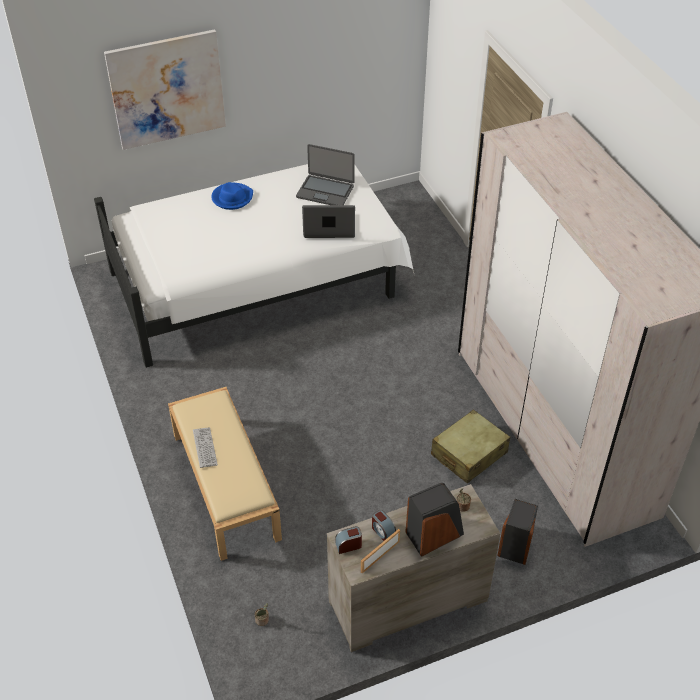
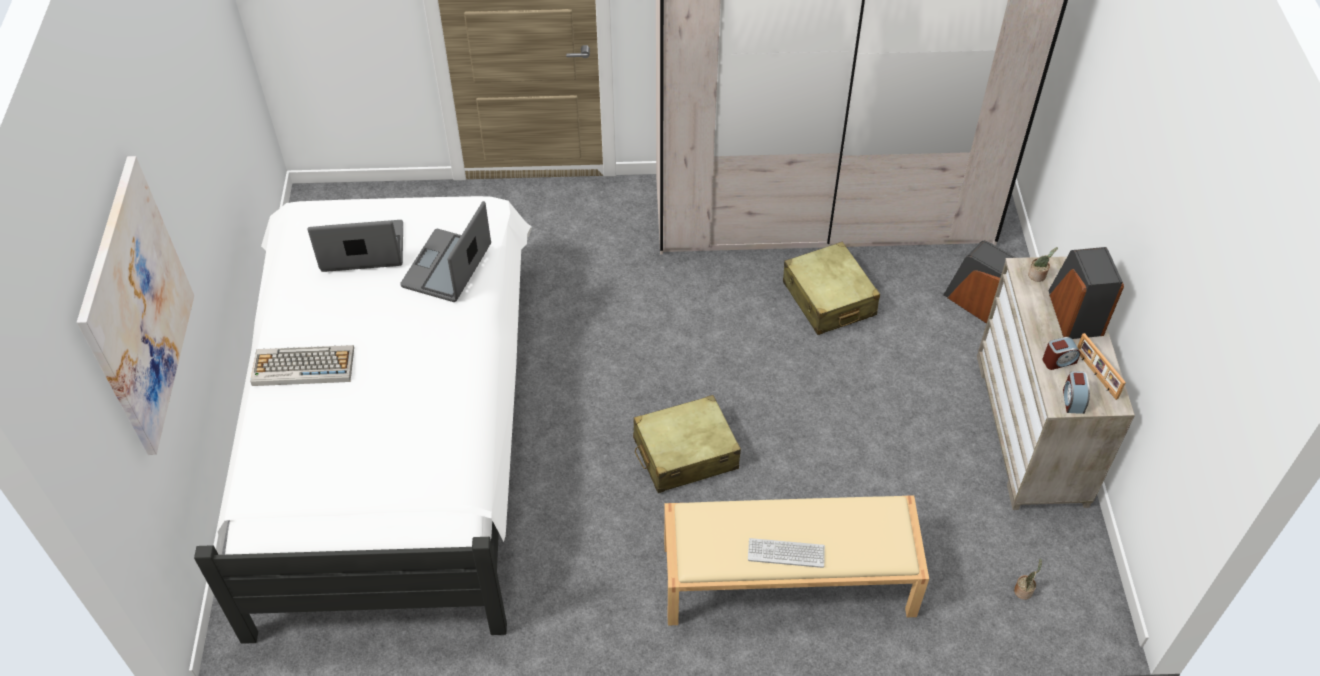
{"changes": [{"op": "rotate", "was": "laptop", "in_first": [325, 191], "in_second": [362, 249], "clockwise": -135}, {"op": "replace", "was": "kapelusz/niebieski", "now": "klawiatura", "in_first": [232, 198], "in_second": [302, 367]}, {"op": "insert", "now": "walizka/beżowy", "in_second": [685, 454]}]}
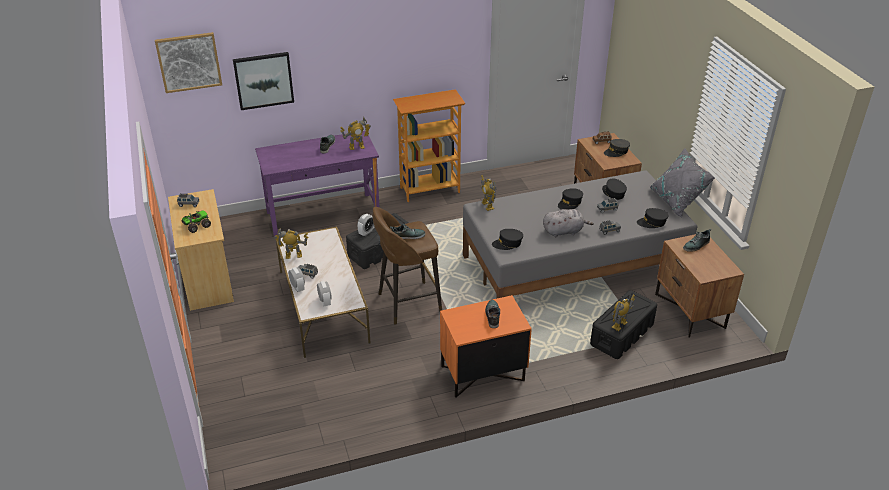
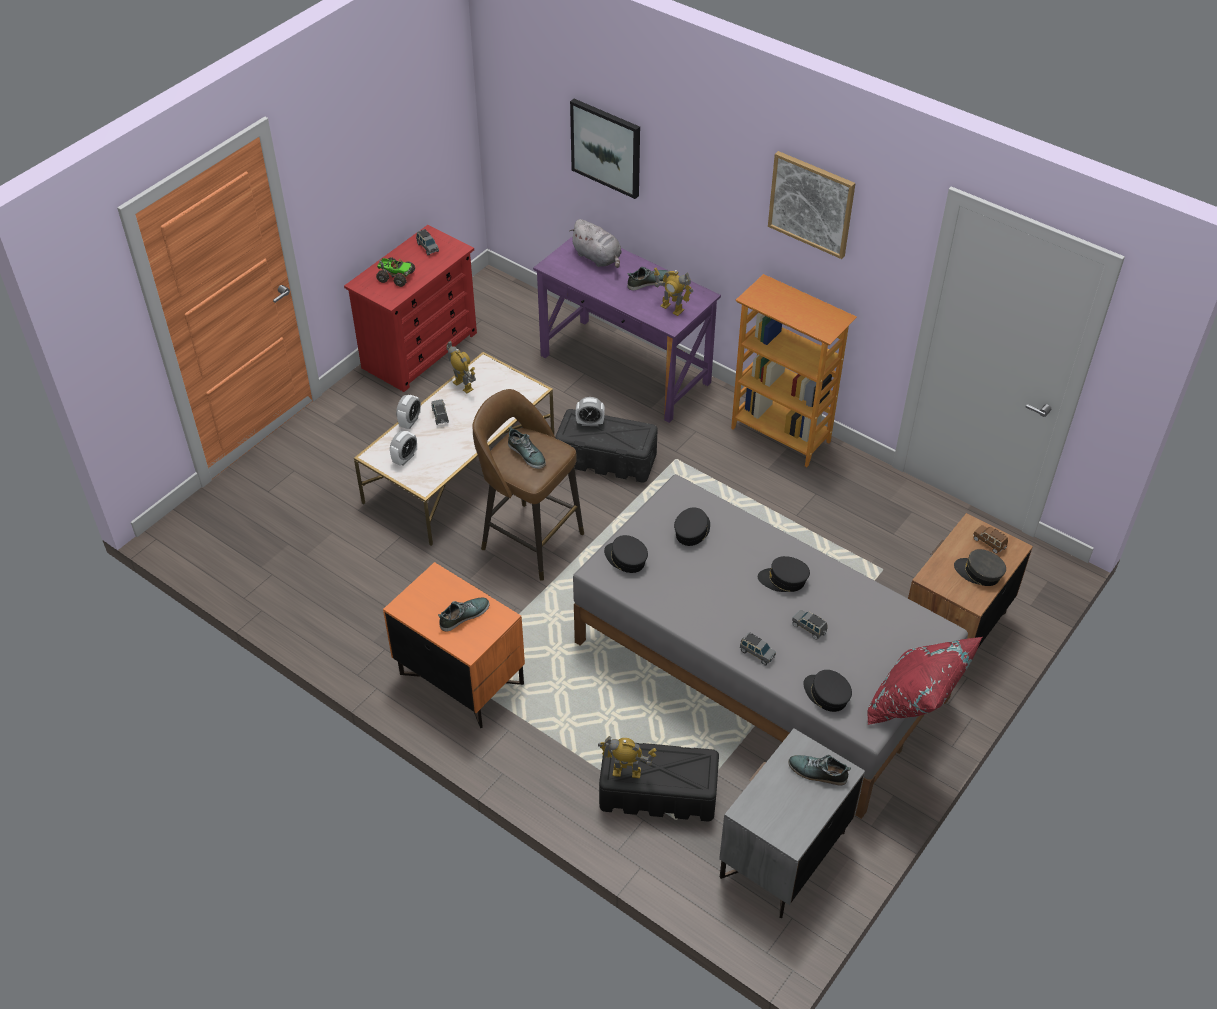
{"changes": [{"op": "move", "was": "obraz", "in_first": [189, 62], "in_second": [811, 204]}, {"op": "recolor", "was": "poduszka/szary", "now": "poduszka/czerwony", "in_first": [677, 201], "in_second": [915, 703]}, {"op": "delete", "was": "robot zabawkowy", "in_first": [487, 205]}, {"op": "move", "was": "czapka z daszkiem/czarny", "in_first": [613, 193], "in_second": [692, 531]}, {"op": "recolor", "was": "komoda/beżowy", "now": "komoda/czerwony", "in_first": [207, 280], "in_second": [420, 350]}, {"op": "move", "was": "pluszak/szary", "in_first": [564, 231], "in_second": [598, 258]}, {"op": "recolor", "was": "szafka nocna/brązowy", "now": "szafka nocna/szary", "in_first": [691, 311], "in_second": [783, 856]}]}
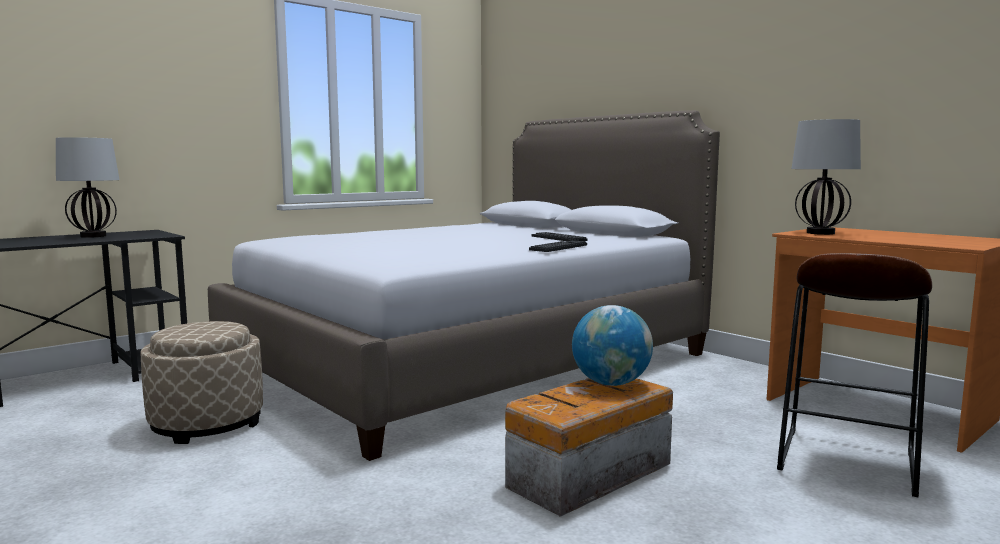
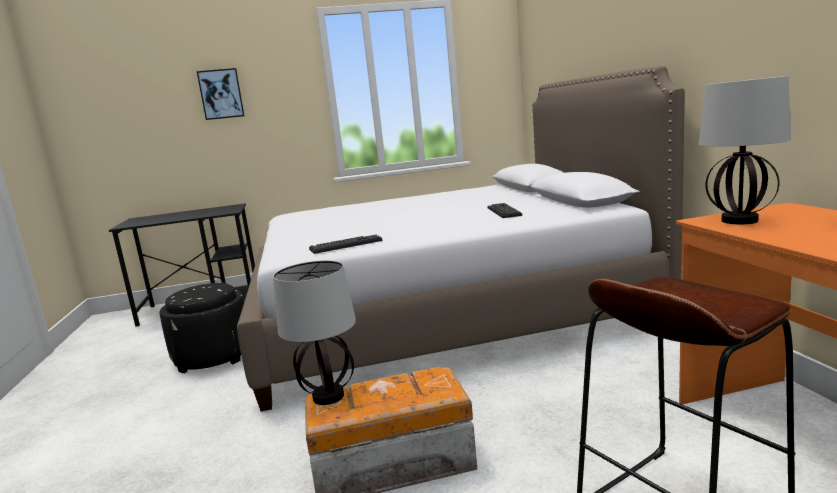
{"changes": [{"op": "move", "was": "lampa stołowa", "in_first": [93, 236], "in_second": [329, 396]}, {"op": "move", "was": "klawiatura", "in_first": [558, 247], "in_second": [346, 245]}, {"op": "delete", "was": "globus", "in_first": [611, 383]}, {"op": "recolor", "was": "pufa/beżowy", "now": "pufa/czarny", "in_first": [207, 423], "in_second": [213, 356]}, {"op": "insert", "now": "obraz", "in_second": [221, 94]}]}
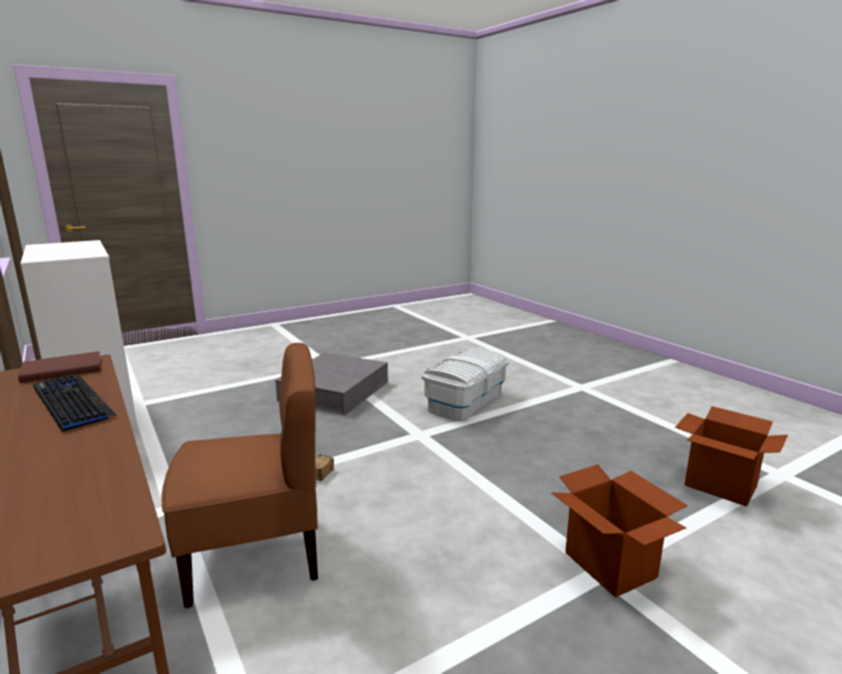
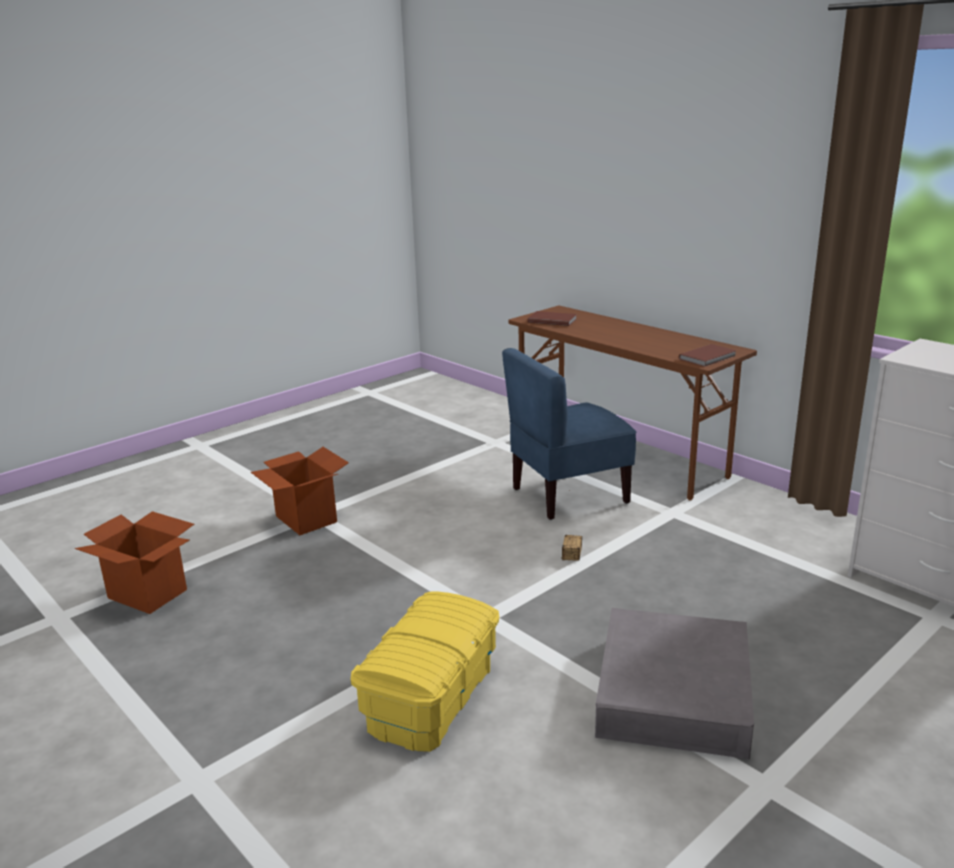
{"changes": [{"op": "recolor", "was": "krzesło/brązowy", "now": "krzesło/niebieski", "in_first": [256, 554], "in_second": [568, 495]}, {"op": "recolor", "was": "pojemnik do przechowywania/biały", "now": "pojemnik do przechowywania/żółty", "in_first": [465, 401], "in_second": [432, 697]}, {"op": "delete", "was": "klawiatura", "in_first": [72, 402]}, {"op": "insert", "now": "książka/brązowy", "in_second": [552, 320]}]}
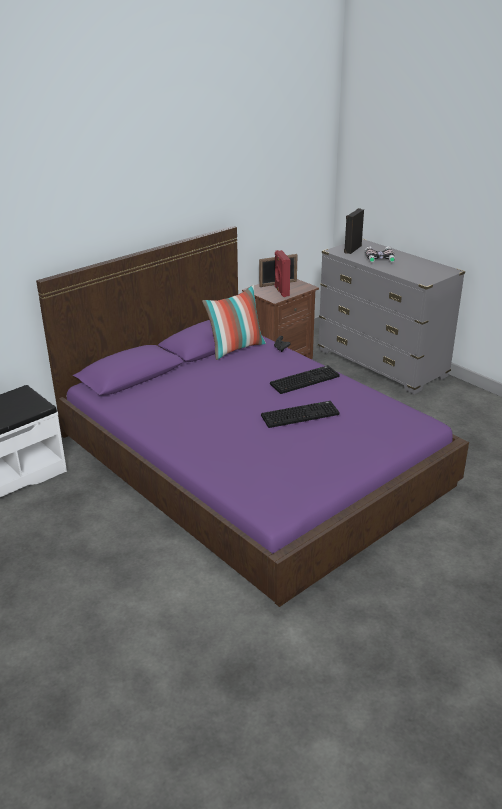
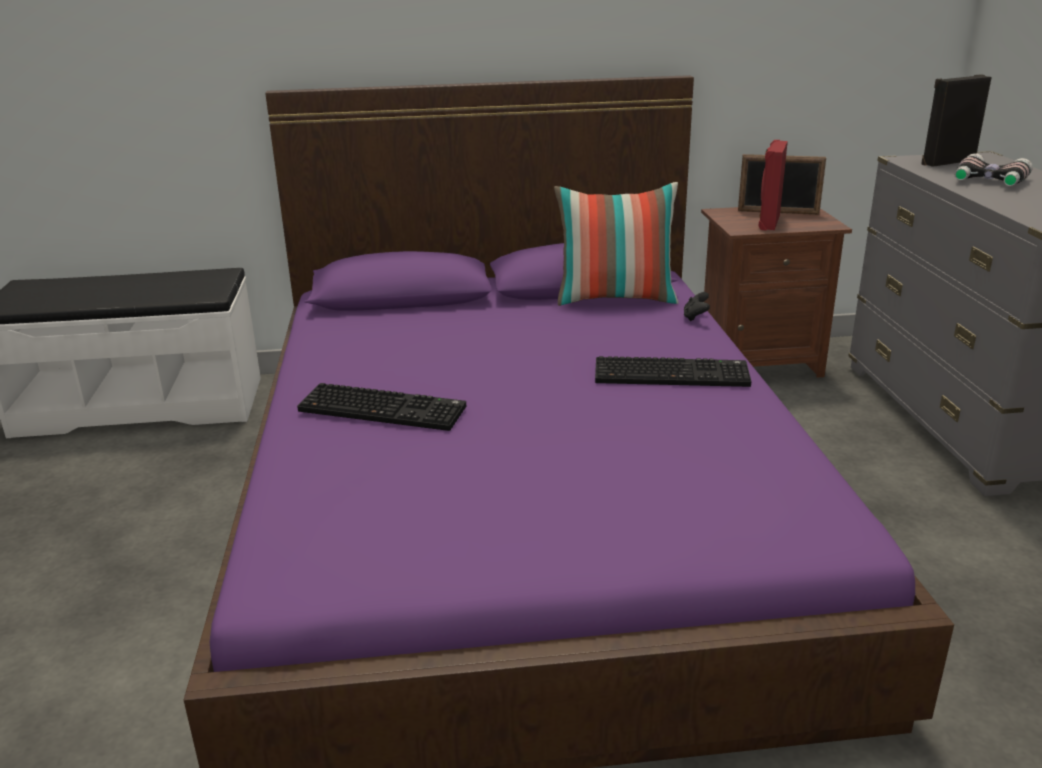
{"changes": [{"op": "move", "was": "klawiatura", "in_first": [300, 414], "in_second": [385, 408]}]}
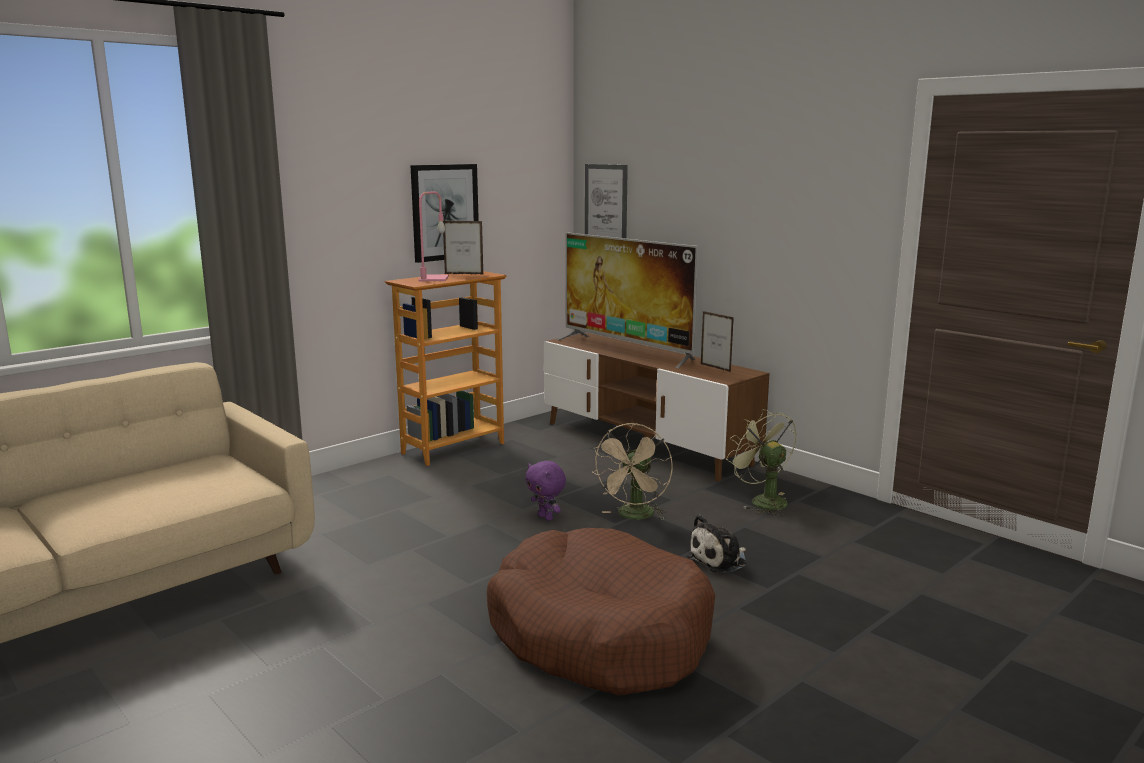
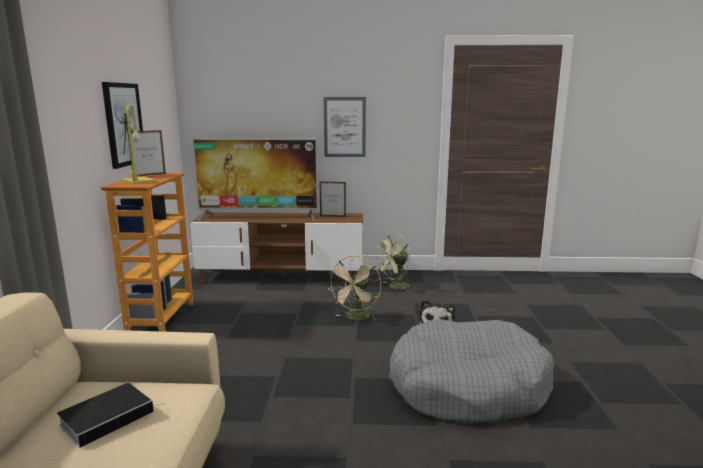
{"changes": [{"op": "move", "was": "obraz", "in_first": [606, 205], "in_second": [344, 127]}, {"op": "recolor", "was": "lampa stołowa/różowy", "now": "lampa stołowa/żółty", "in_first": [434, 279], "in_second": [139, 180]}, {"op": "rotate", "was": "wentylator/zielony", "in_first": [762, 501], "in_second": [395, 287], "clockwise": -45}, {"op": "rotate", "was": "wentylator/beżowy", "in_first": [634, 516], "in_second": [356, 318], "clockwise": 45}, {"op": "delete", "was": "pluszak/fioletowy", "in_first": [546, 517]}, {"op": "recolor", "was": "legowisko/brązowy", "now": "legowisko/szary", "in_first": [599, 634], "in_second": [467, 387]}, {"op": "insert", "now": "książka", "in_second": [109, 416]}]}
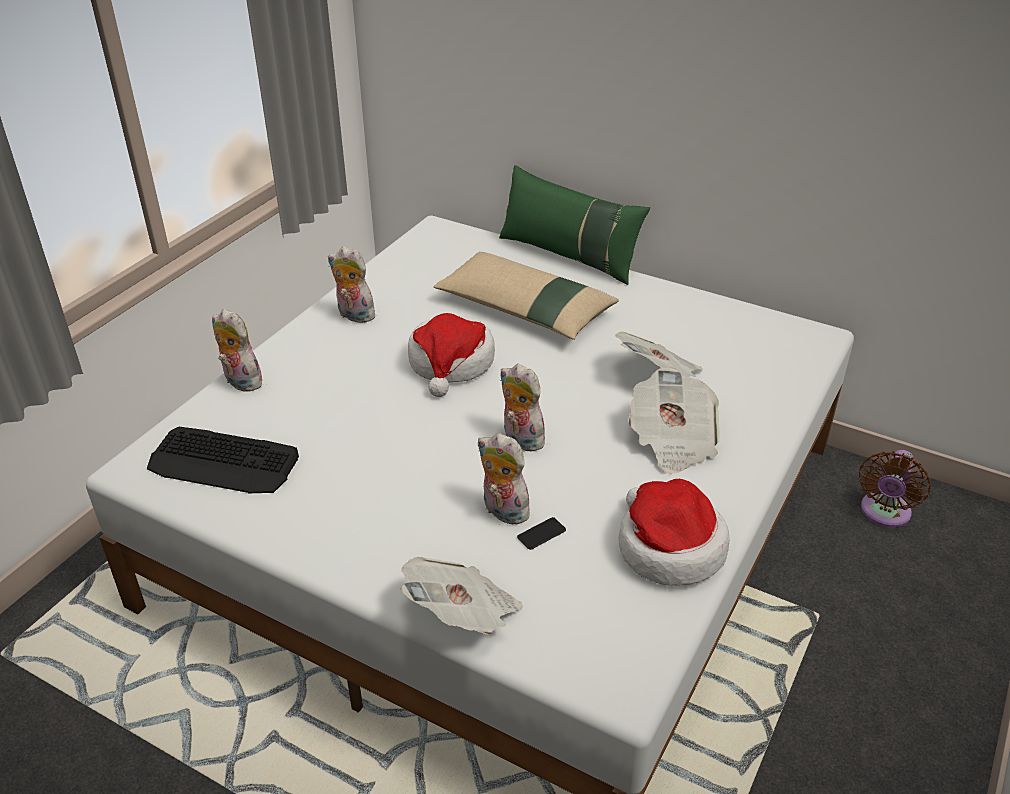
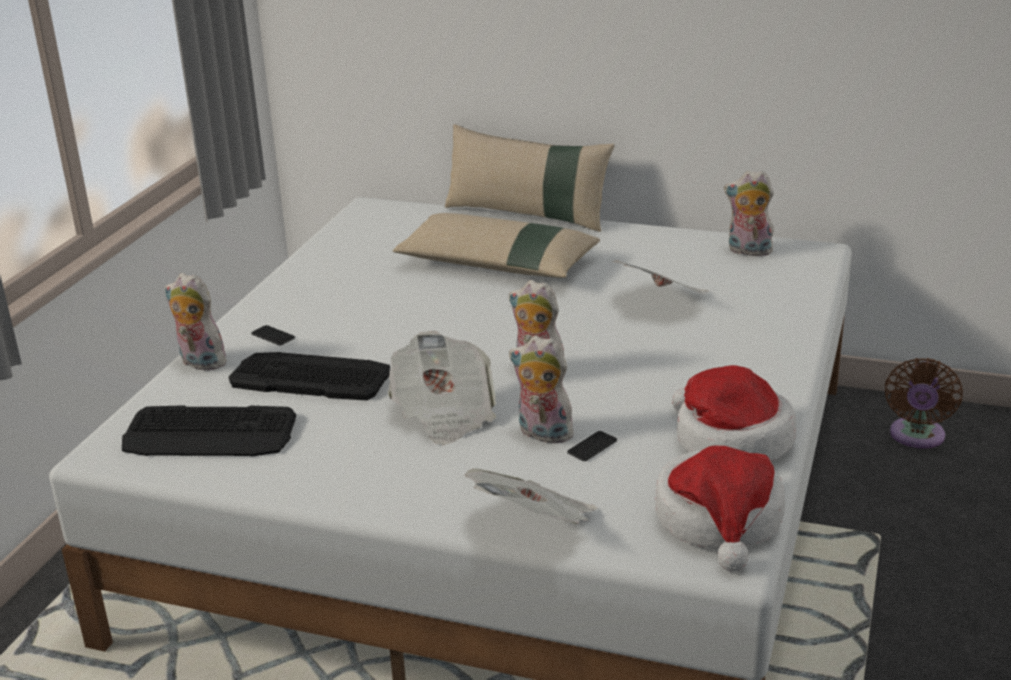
{"changes": [{"op": "recolor", "was": "poduszka/zielony", "now": "poduszka/beżowy", "in_first": [569, 256], "in_second": [528, 215]}, {"op": "move", "was": "pluszak", "in_first": [353, 315], "in_second": [748, 251]}, {"op": "move", "was": "kapelusz", "in_first": [451, 363], "in_second": [720, 520]}, {"op": "move", "was": "gazeta", "in_first": [672, 441], "in_second": [444, 414]}, {"op": "insert", "now": "telefon", "in_second": [273, 336]}, {"op": "insert", "now": "klawiatura", "in_second": [310, 377]}]}
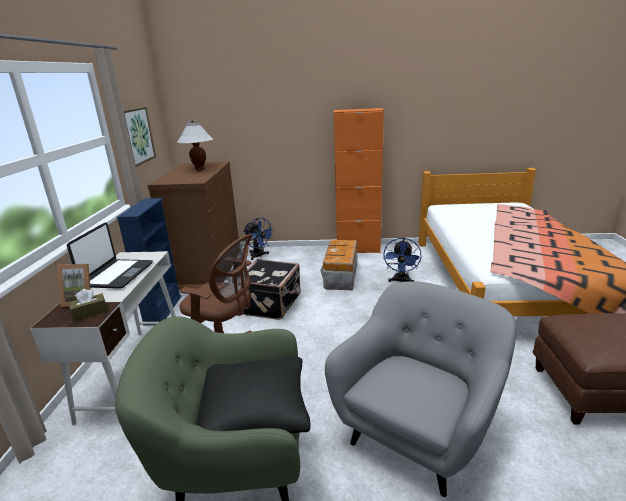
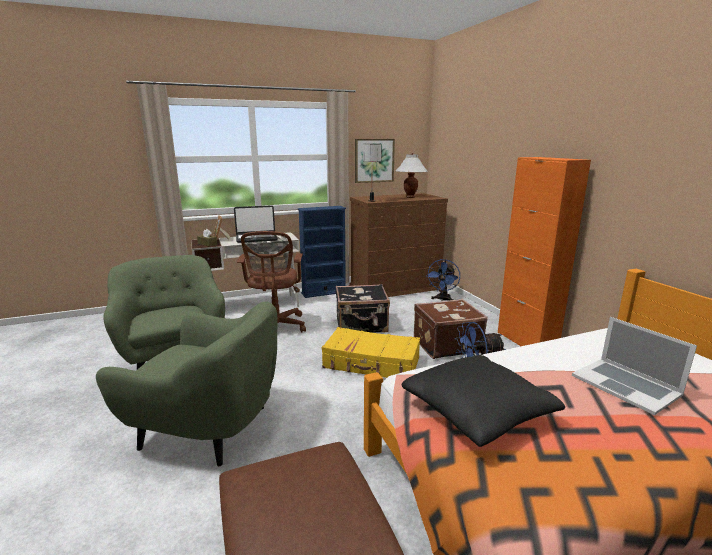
{"changes": [{"op": "replace", "was": "pojemnik do przechowywania", "now": "walizka/brązowy", "in_first": [340, 276], "in_second": [446, 345]}, {"op": "recolor", "was": "fotel/szary", "now": "fotel/zielony", "in_first": [418, 431], "in_second": [209, 428]}, {"op": "move", "was": "poduszka/czarny", "in_first": [256, 411], "in_second": [477, 412]}, {"op": "insert", "now": "lampa stołowa", "in_second": [371, 201]}, {"op": "insert", "now": "laptop", "in_second": [625, 385]}, {"op": "insert", "now": "walizka/żółty", "in_second": [371, 363]}]}
